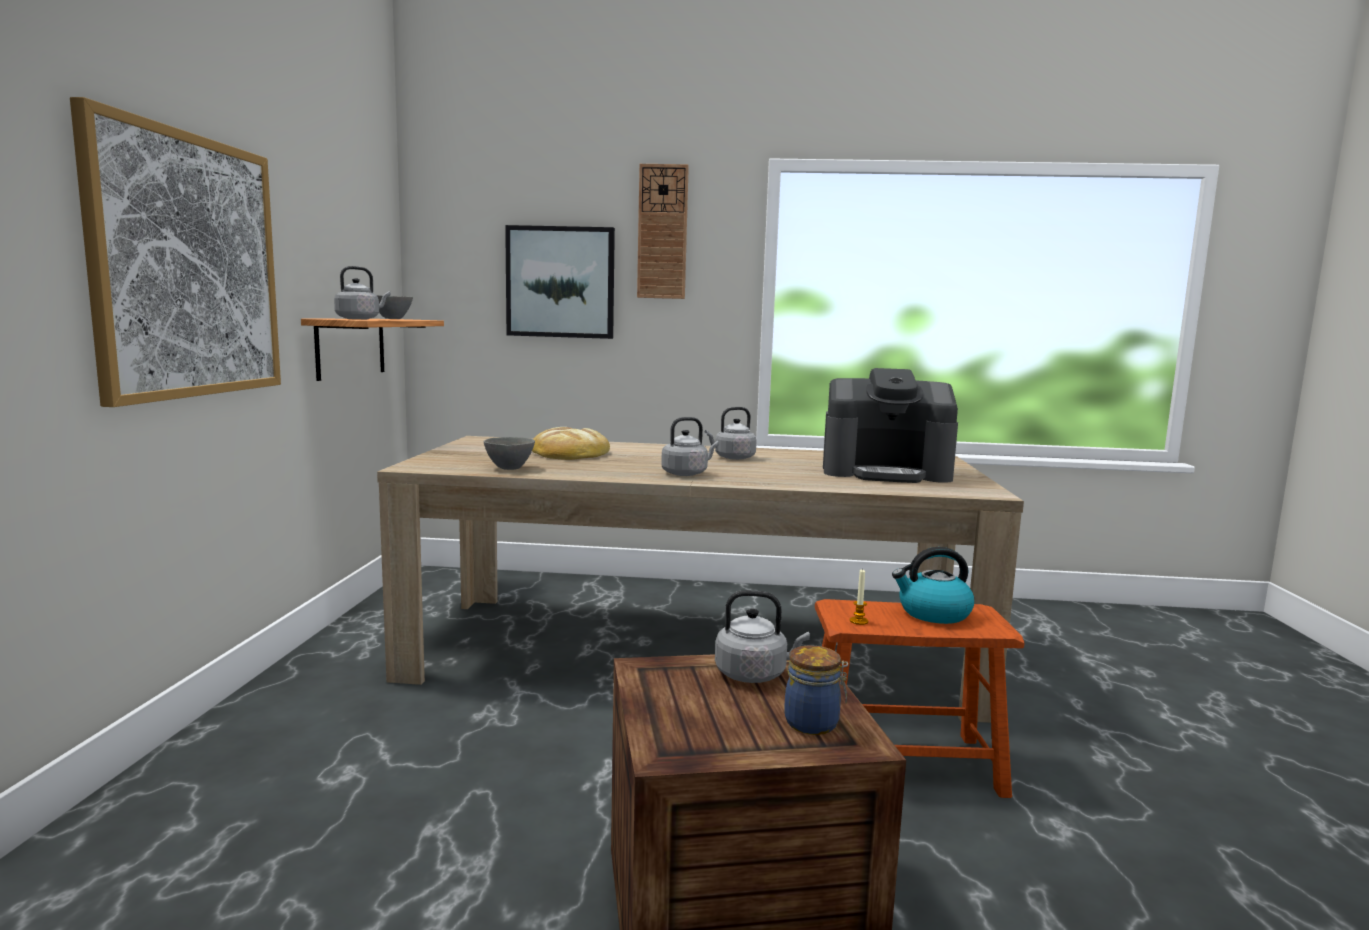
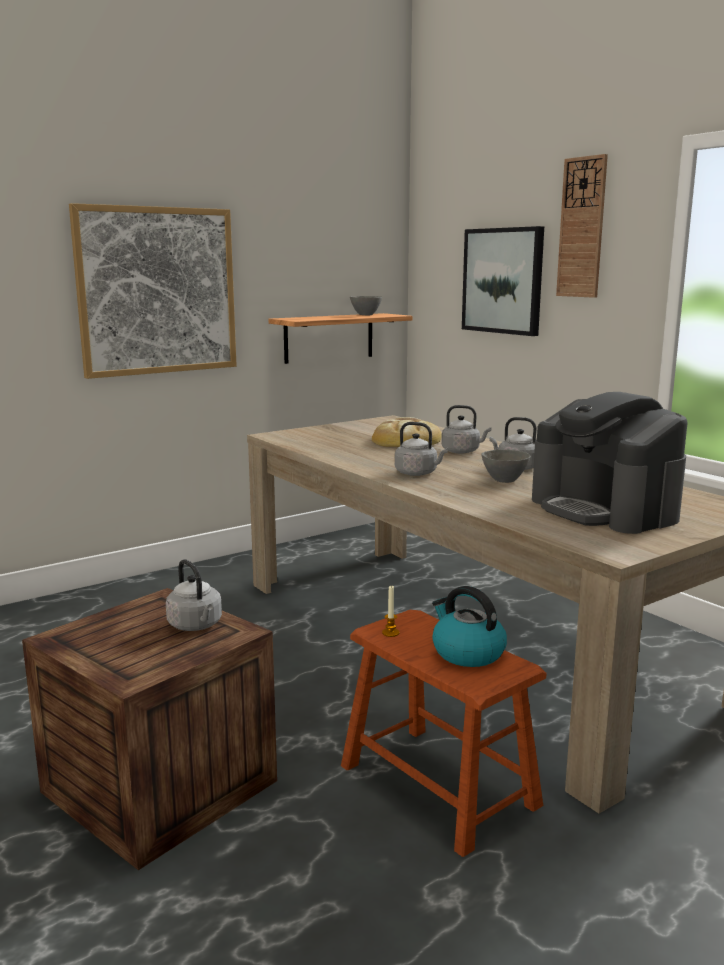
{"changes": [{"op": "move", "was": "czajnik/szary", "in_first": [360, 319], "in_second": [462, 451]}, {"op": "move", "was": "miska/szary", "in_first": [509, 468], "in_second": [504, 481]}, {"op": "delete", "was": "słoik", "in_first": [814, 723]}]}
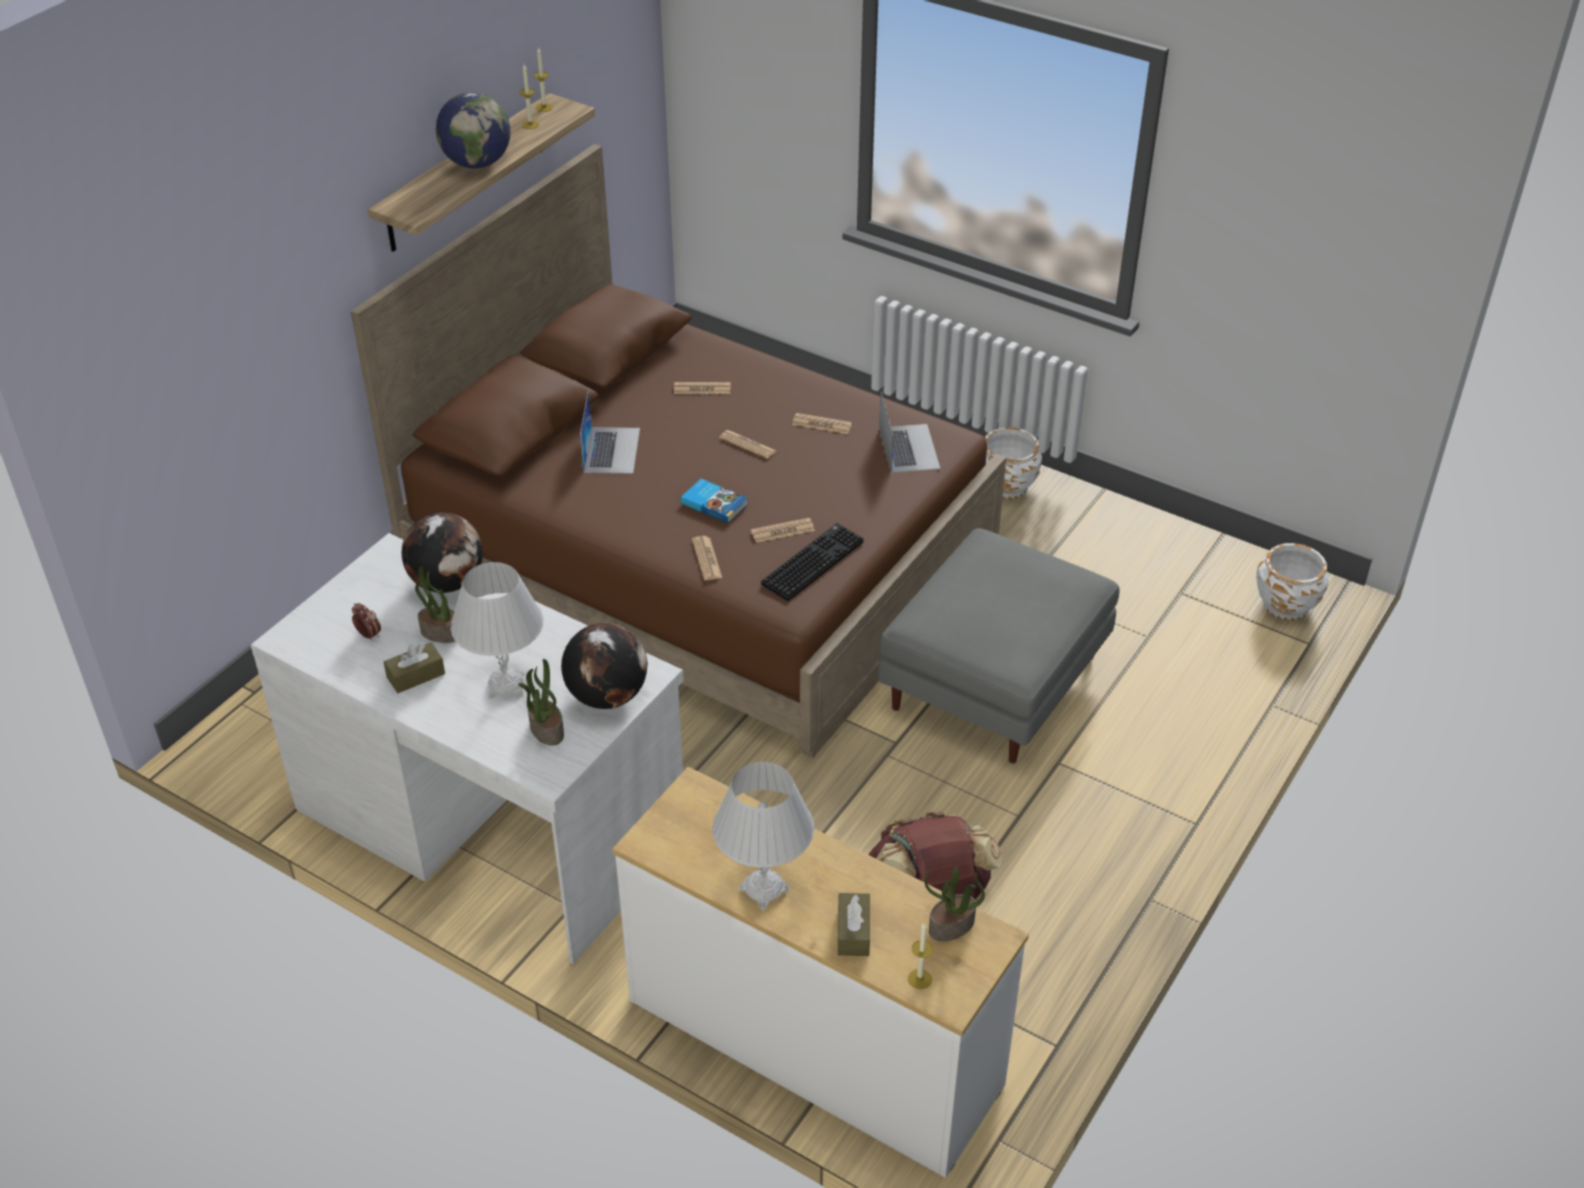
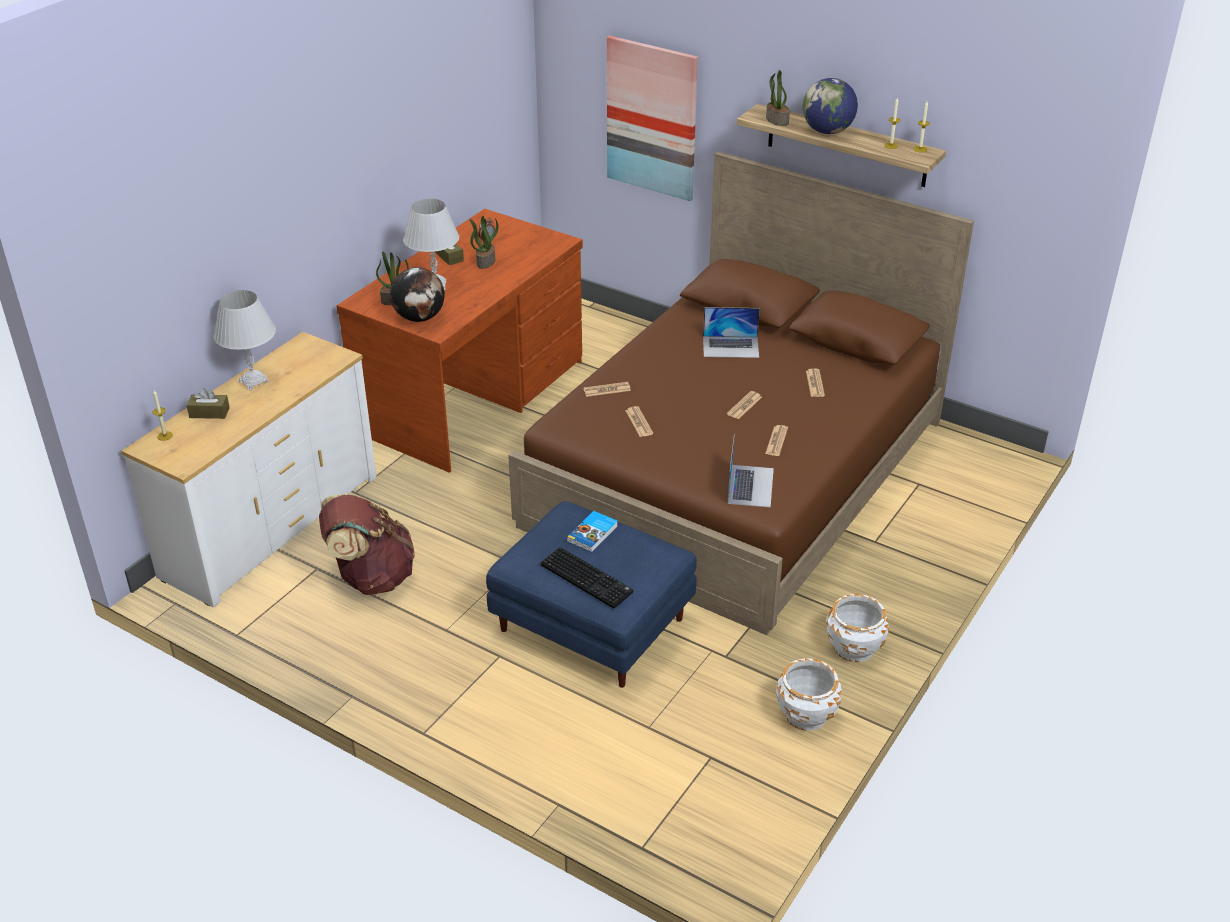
{"changes": [{"op": "rotate", "was": "laptop", "in_first": [908, 448], "in_second": [750, 485], "clockwise": -75}, {"op": "move", "was": "książka", "in_first": [714, 503], "in_second": [593, 534]}, {"op": "delete", "was": "globus", "in_first": [448, 582]}, {"op": "move", "was": "klawiatura", "in_first": [812, 562], "in_second": [588, 578]}, {"op": "recolor", "was": "pufa/szary", "now": "pufa/niebieski", "in_first": [994, 680], "in_second": [594, 625]}, {"op": "recolor", "was": "biurko/biały", "now": "biurko/brązowy", "in_first": [491, 820], "in_second": [474, 396]}, {"op": "move", "was": "donica/biały", "in_first": [1285, 604], "in_second": [806, 714]}, {"op": "move", "was": "roślina doniczkowa", "in_first": [951, 926], "in_second": [776, 120]}, {"op": "insert", "now": "obraz", "in_second": [652, 118]}]}
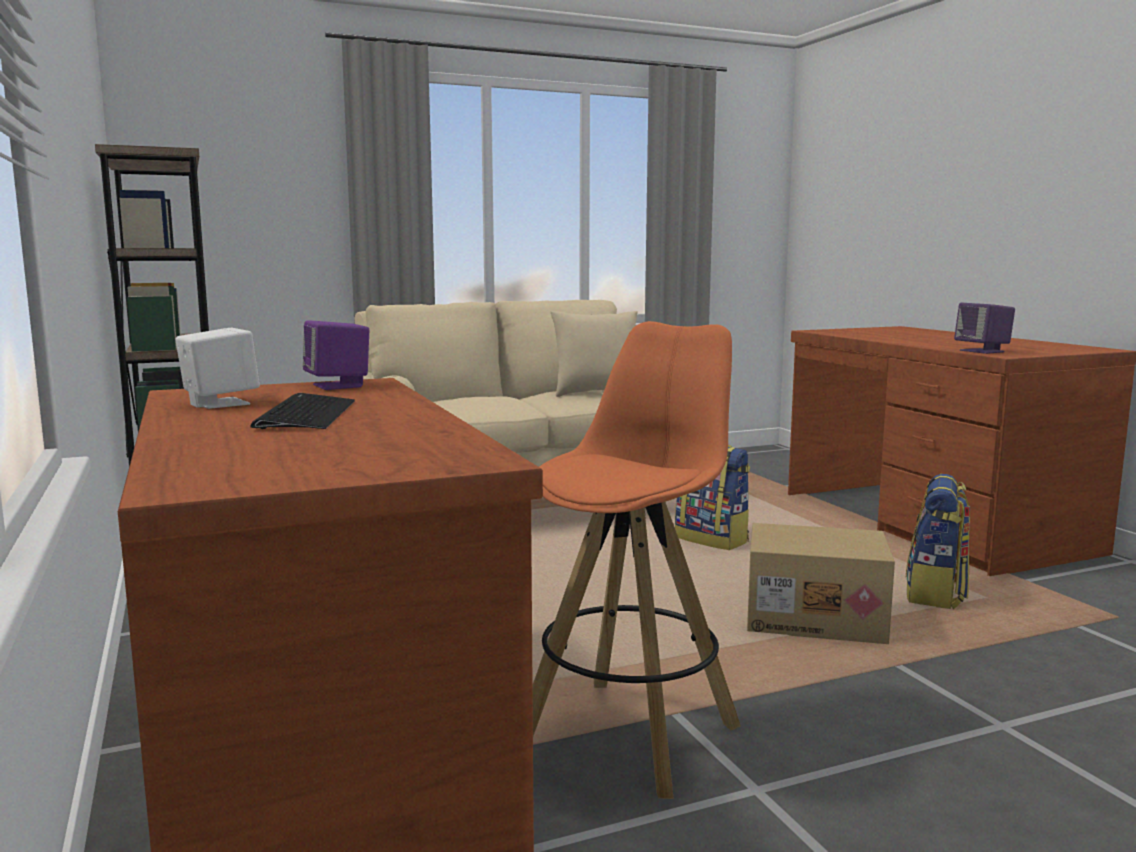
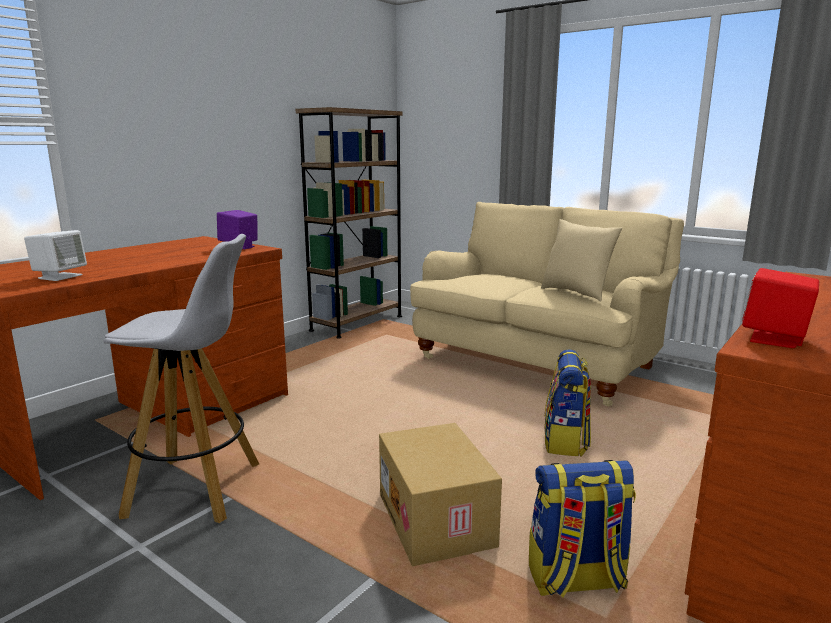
{"changes": [{"op": "recolor", "was": "głośnik/fioletowy", "now": "głośnik/czerwony", "in_first": [982, 351], "in_second": [774, 339]}, {"op": "recolor", "was": "stołek/pomarańczowy", "now": "stołek/biały", "in_first": [631, 733], "in_second": [197, 489]}, {"op": "move", "was": "głośnik/biały", "in_first": [220, 403], "in_second": [60, 276]}, {"op": "delete", "was": "klawiatura", "in_first": [306, 415]}]}
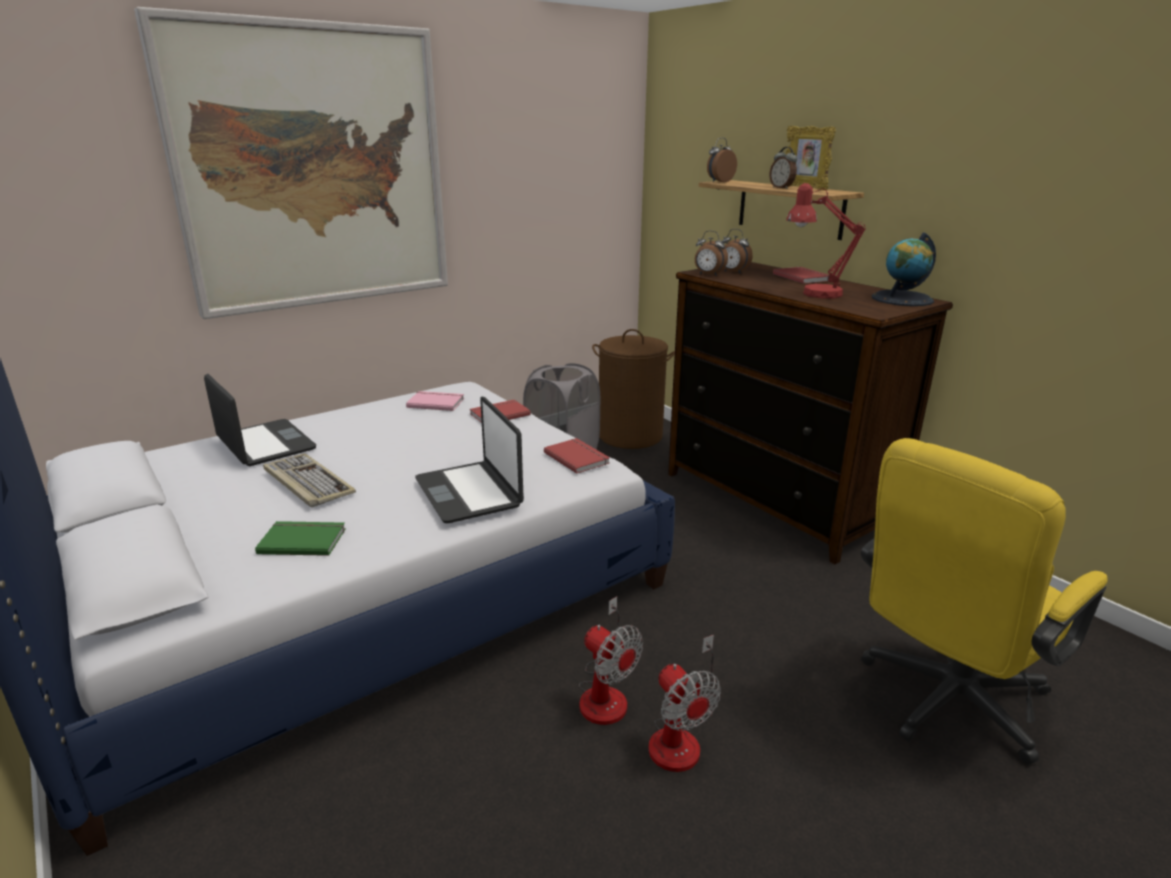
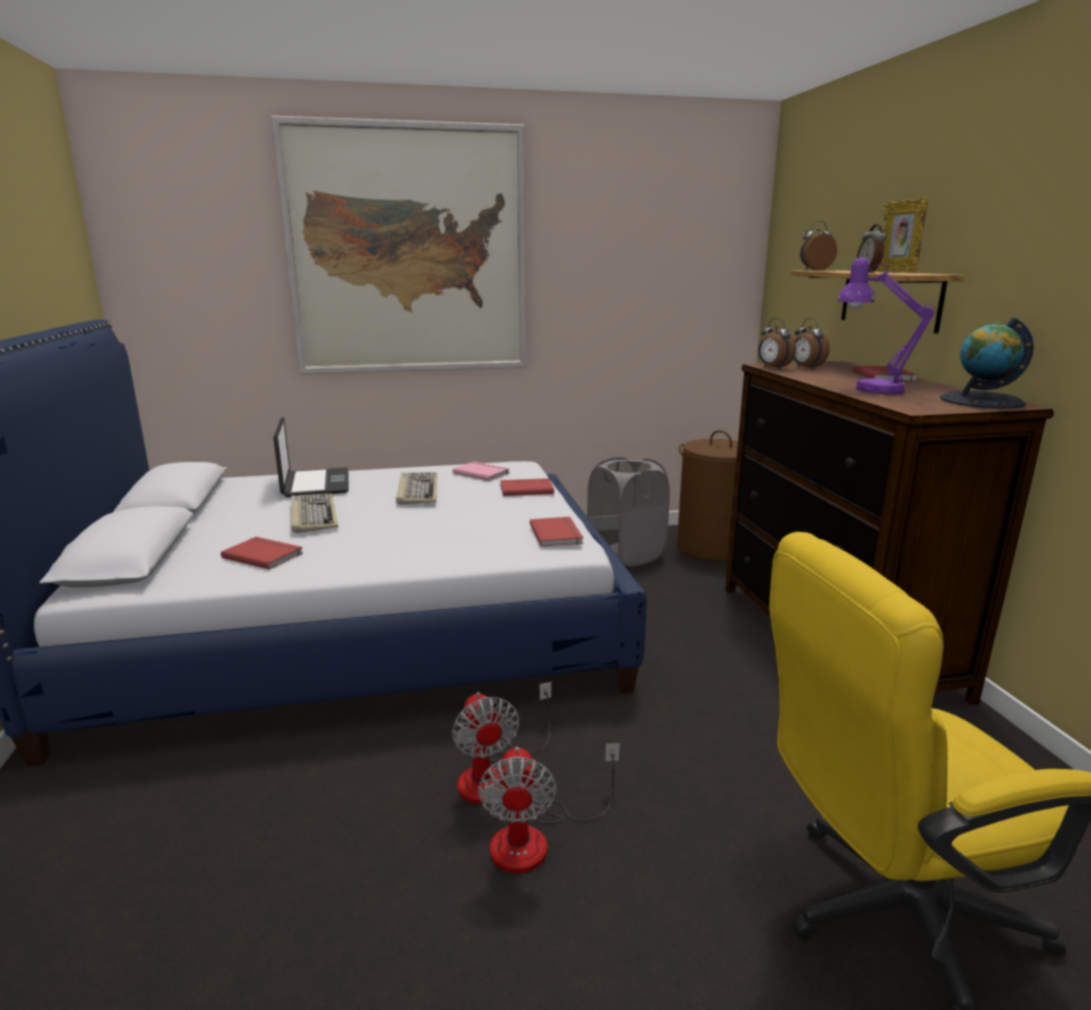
{"changes": [{"op": "recolor", "was": "lampa stołowa/czerwony", "now": "lampa stołowa/fioletowy", "in_first": [813, 293], "in_second": [869, 389]}, {"op": "delete", "was": "laptop", "in_first": [469, 492]}, {"op": "recolor", "was": "książka/zielony", "now": "książka/czerwony", "in_first": [303, 540], "in_second": [264, 555]}, {"op": "insert", "now": "klawiatura", "in_second": [417, 490]}]}
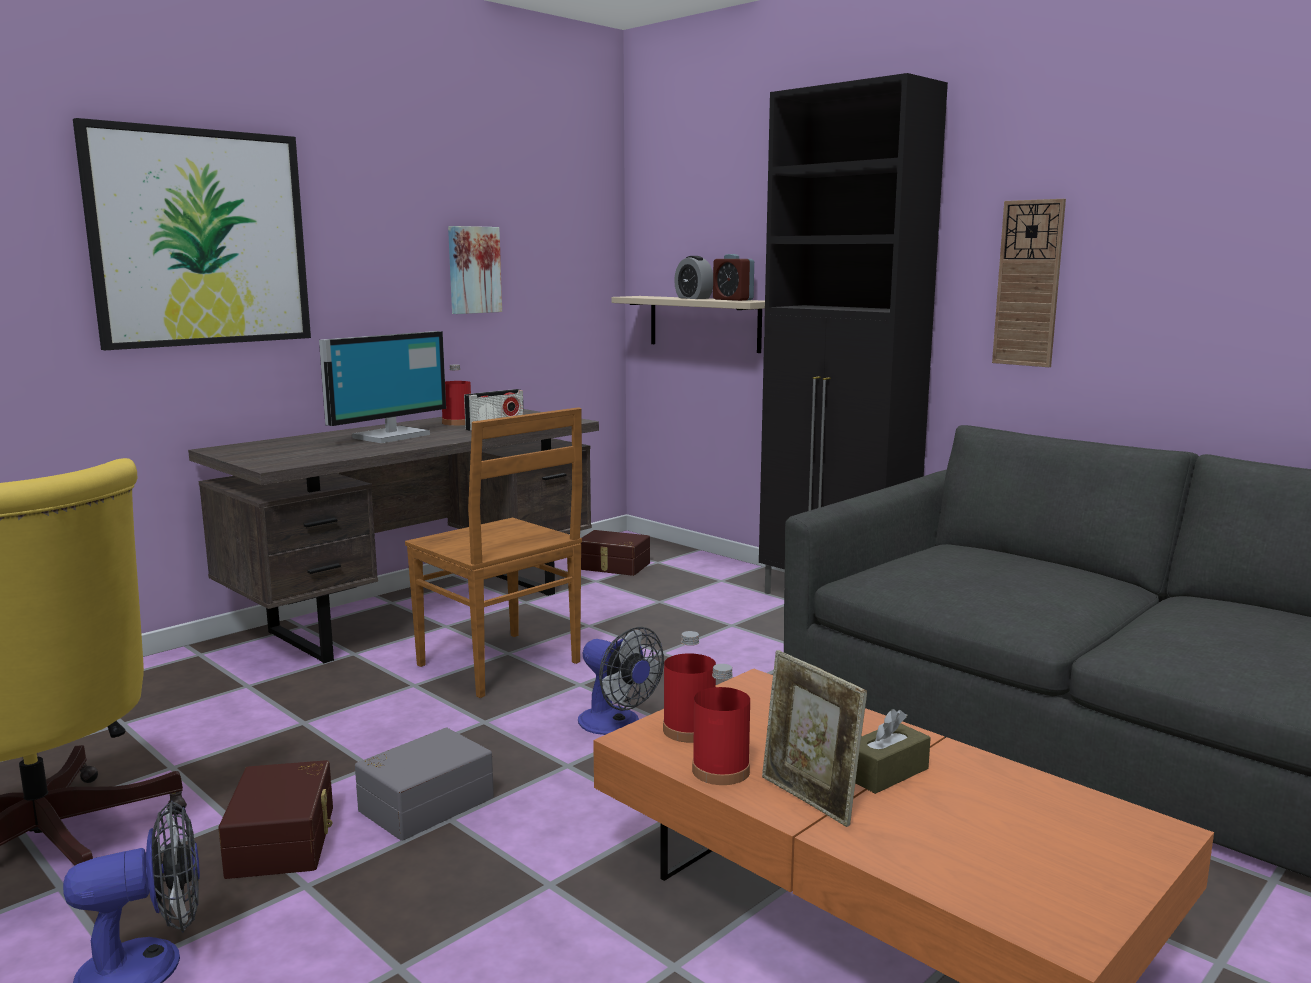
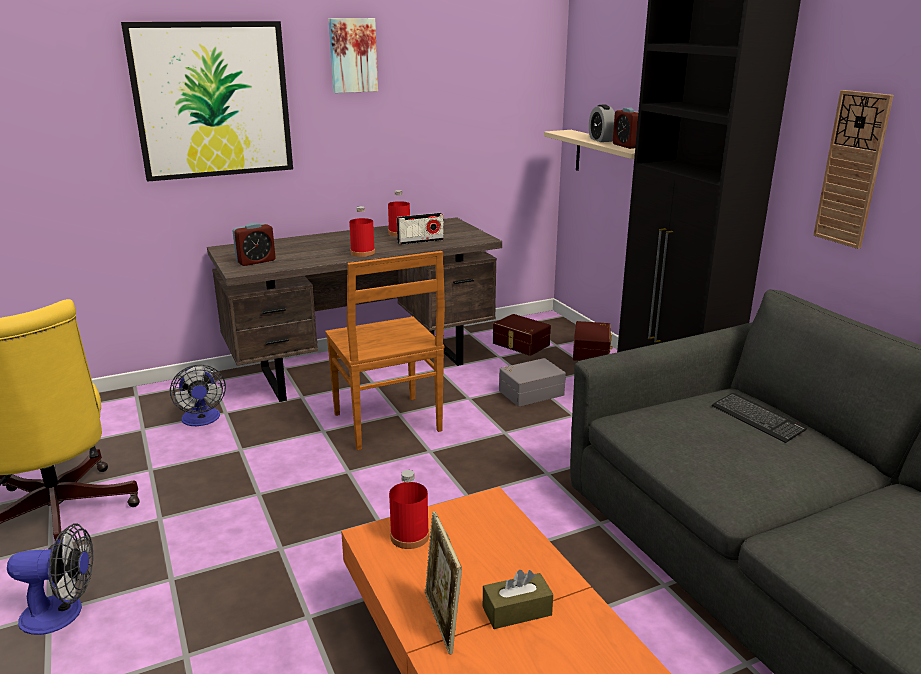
{"changes": [{"op": "move", "was": "obraz", "in_first": [473, 270], "in_second": [352, 55]}, {"op": "delete", "was": "monitor", "in_first": [389, 436]}, {"op": "move", "was": "wentylator", "in_first": [616, 725], "in_second": [202, 420]}, {"op": "move", "was": "butelka/czerwony", "in_first": [720, 770], "in_second": [362, 253]}, {"op": "move", "was": "pojemnik do przechowywania/szary", "in_first": [424, 802], "in_second": [530, 392]}, {"op": "move", "was": "pojemnik do przechowywania/brązowy", "in_first": [285, 840], "in_second": [592, 351]}, {"op": "insert", "now": "budzik", "in_second": [256, 261]}, {"op": "insert", "now": "klawiatura", "in_second": [757, 419]}]}
